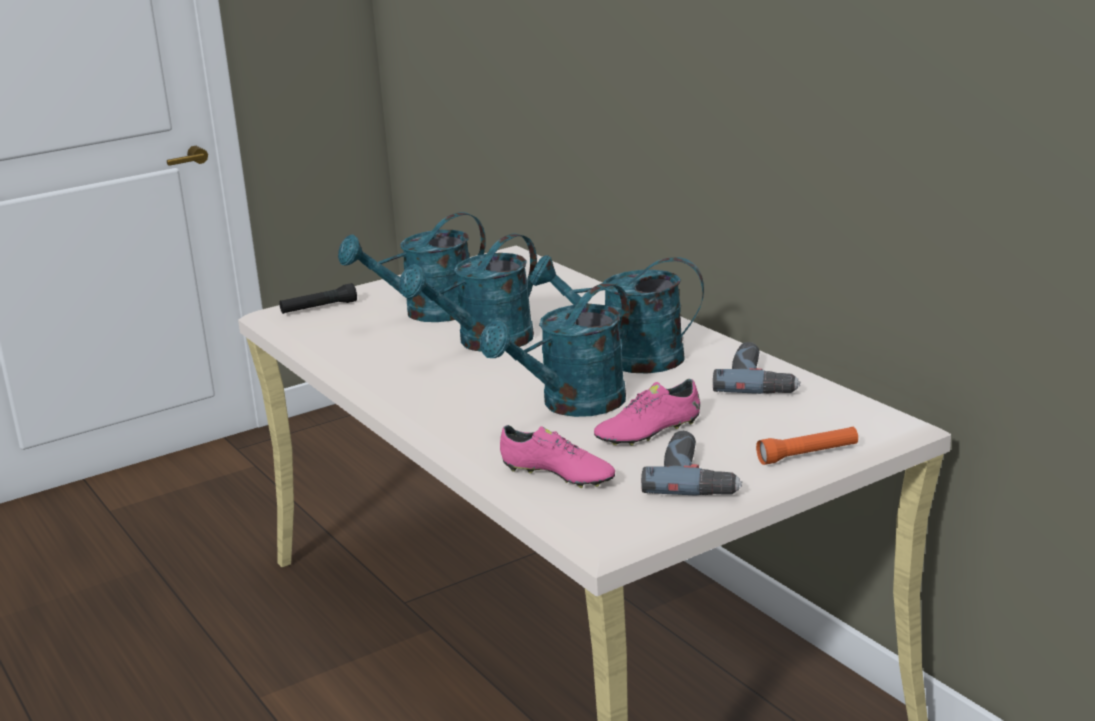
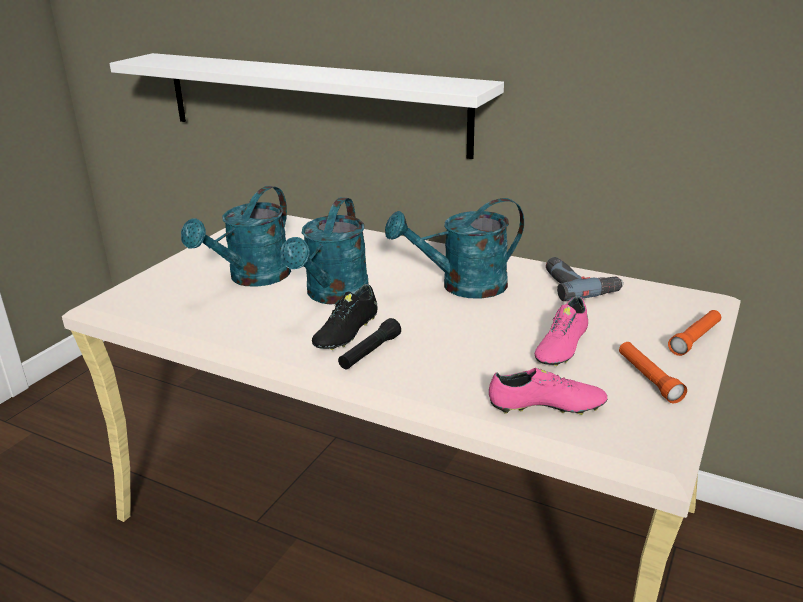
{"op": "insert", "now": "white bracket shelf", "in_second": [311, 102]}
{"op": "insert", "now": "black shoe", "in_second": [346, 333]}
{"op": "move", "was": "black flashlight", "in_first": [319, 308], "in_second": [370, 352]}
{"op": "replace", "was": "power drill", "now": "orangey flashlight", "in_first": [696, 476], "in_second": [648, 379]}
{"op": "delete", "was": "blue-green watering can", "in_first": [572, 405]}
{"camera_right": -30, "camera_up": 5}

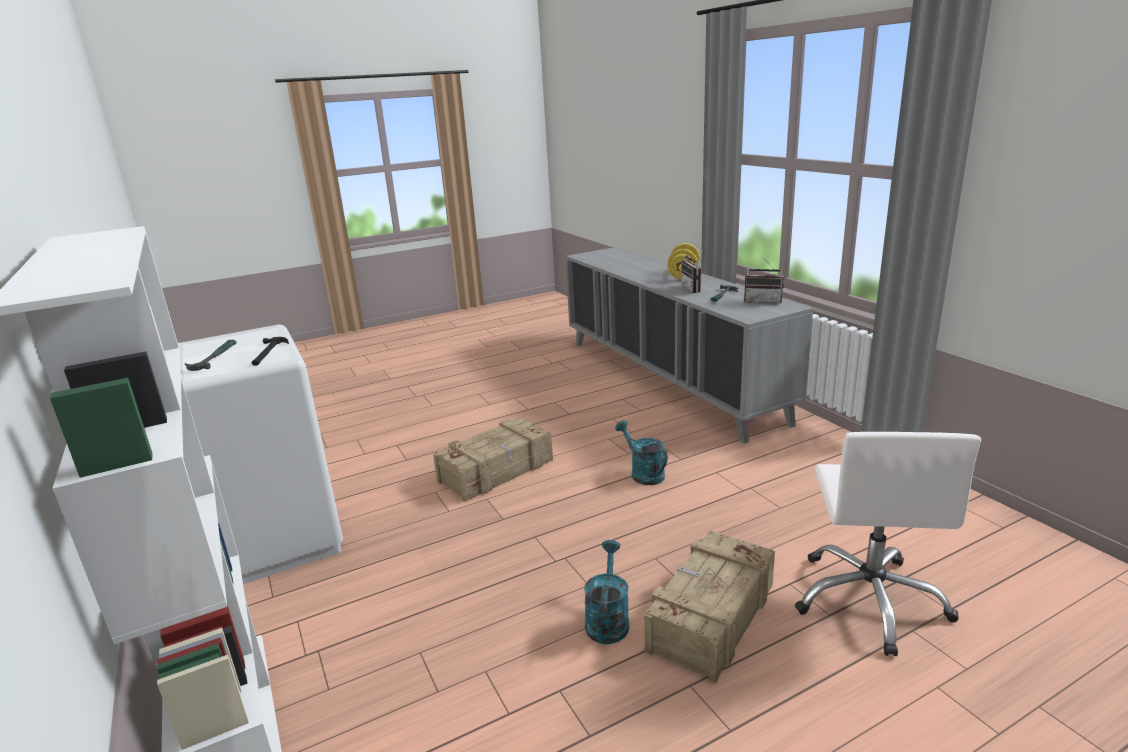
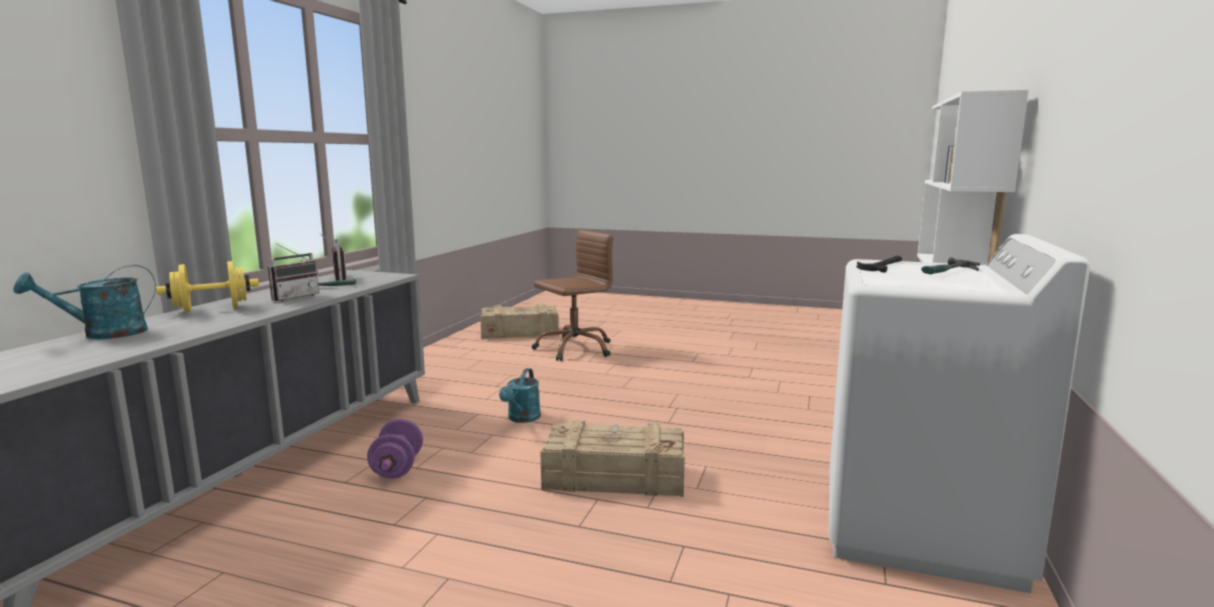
{"op": "move", "was": "blue-green watering can", "in_first": [607, 619], "in_second": [103, 334]}
{"op": "insert", "now": "purple-coloured hand weight", "in_second": [397, 468]}
{"op": "move", "was": "crate", "in_first": [710, 617], "in_second": [520, 333]}
{"op": "recolor", "was": "white office chair", "now": "brown office chair", "in_first": [870, 600], "in_second": [574, 349]}
{"camera_right": -135, "camera_up": -10}

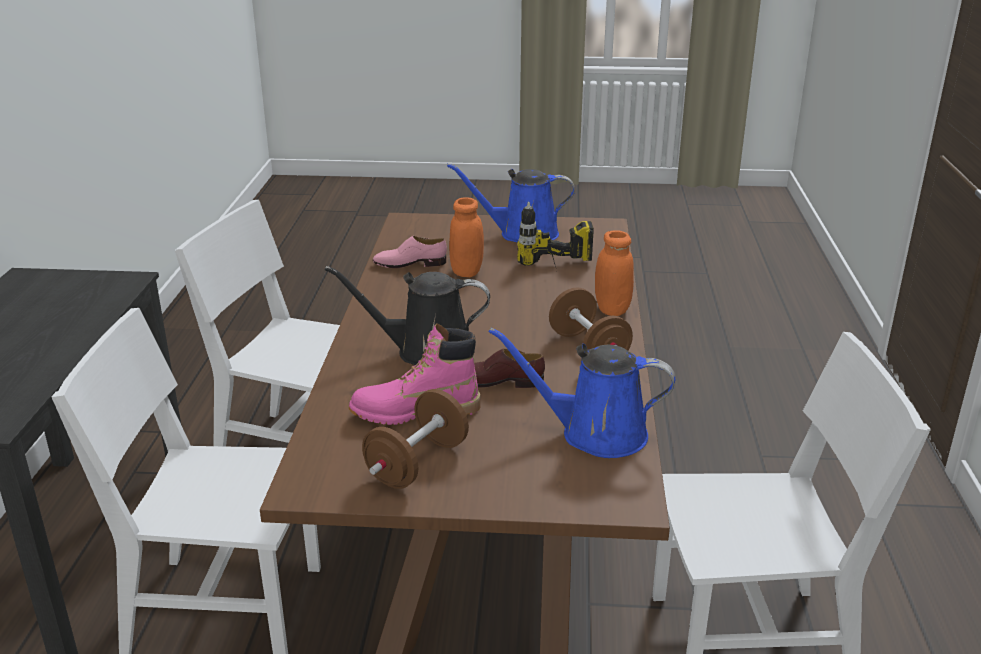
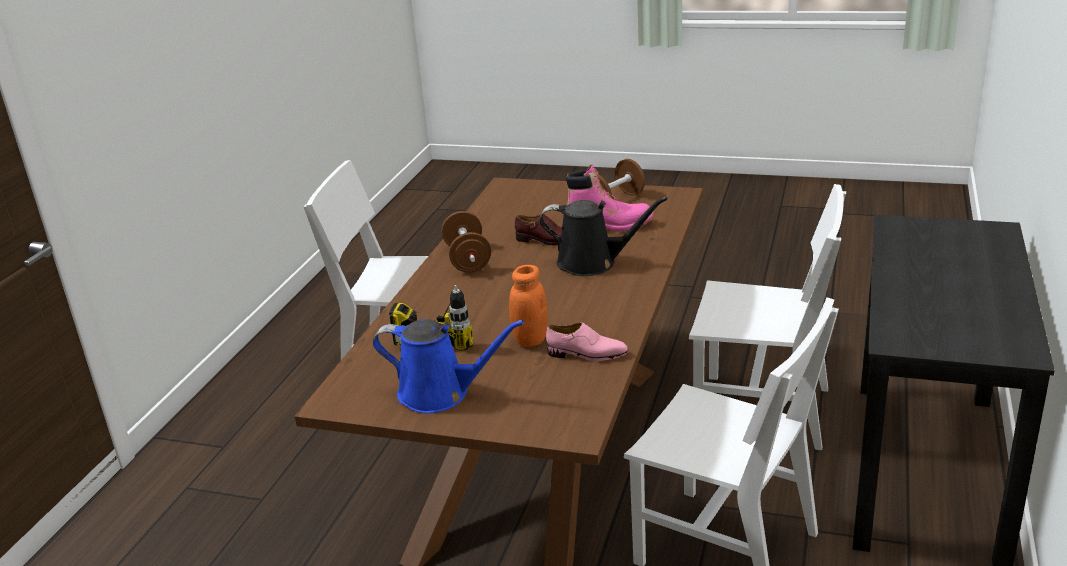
{"op": "delete", "was": "blue-coloured watering can", "in_first": [595, 433]}
{"op": "delete", "was": "orangey storage jar", "in_first": [612, 309]}
{"camera_right": -165, "camera_up": 0}

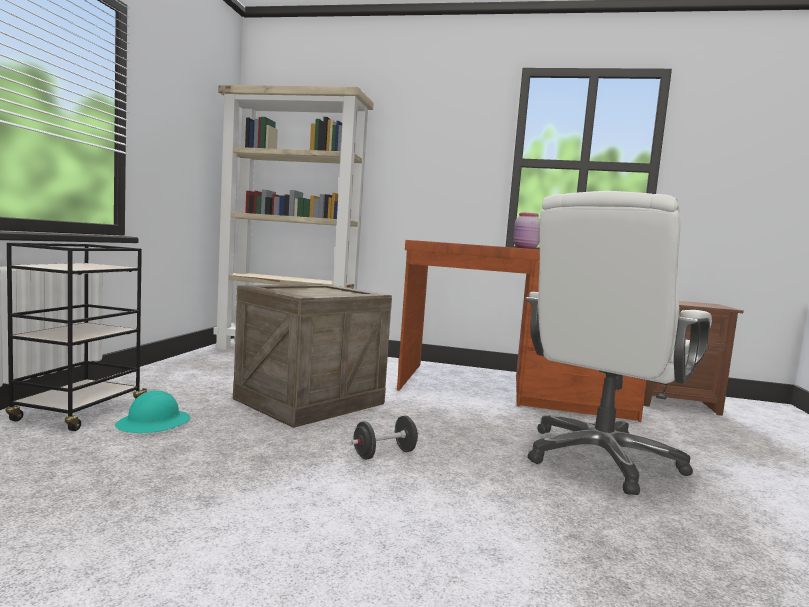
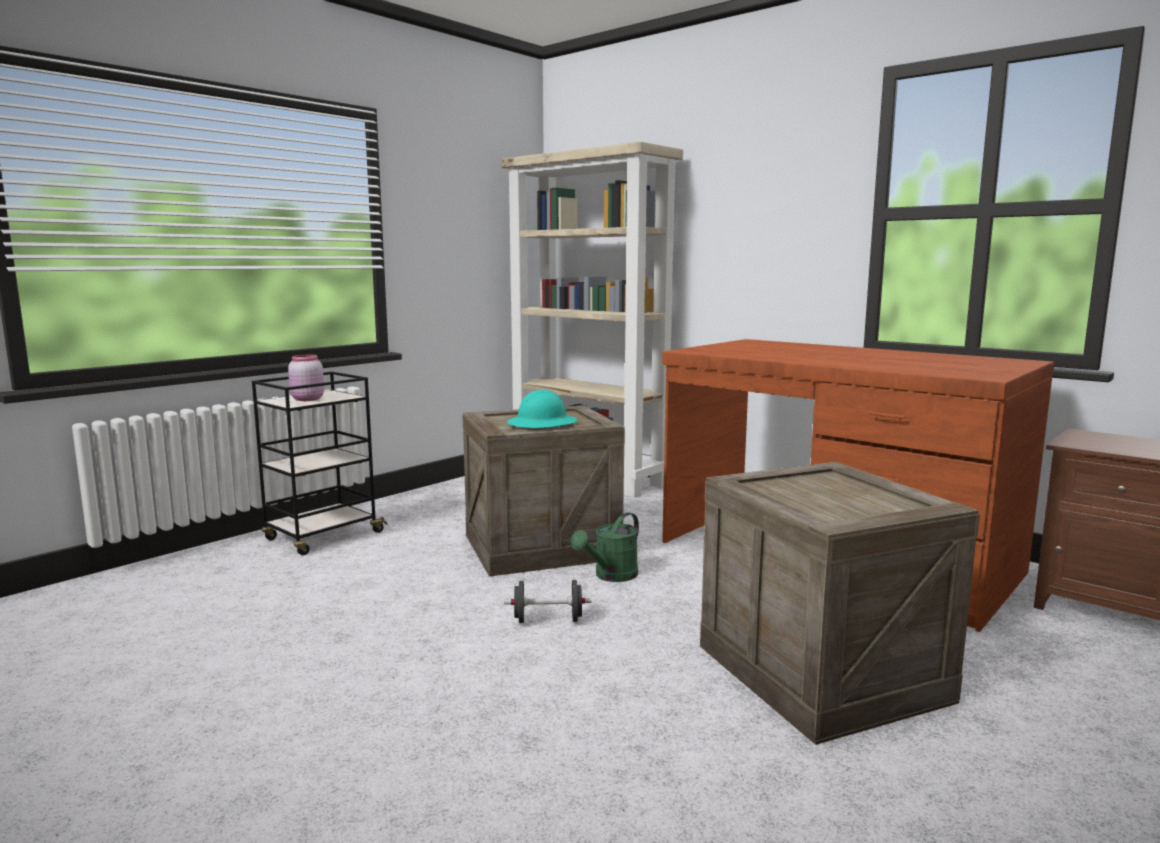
{"op": "move", "was": "pinkish storage jar", "in_first": [525, 248], "in_second": [306, 399]}
{"op": "move", "was": "blue-green hard hat", "in_first": [154, 423], "in_second": [542, 424]}
{"op": "insert", "now": "greenish watering can", "in_second": [611, 576]}
{"op": "replace", "was": "white office chair", "now": "crate", "in_first": [600, 458], "in_second": [818, 672]}
{"camera_right": 30, "camera_up": 5}

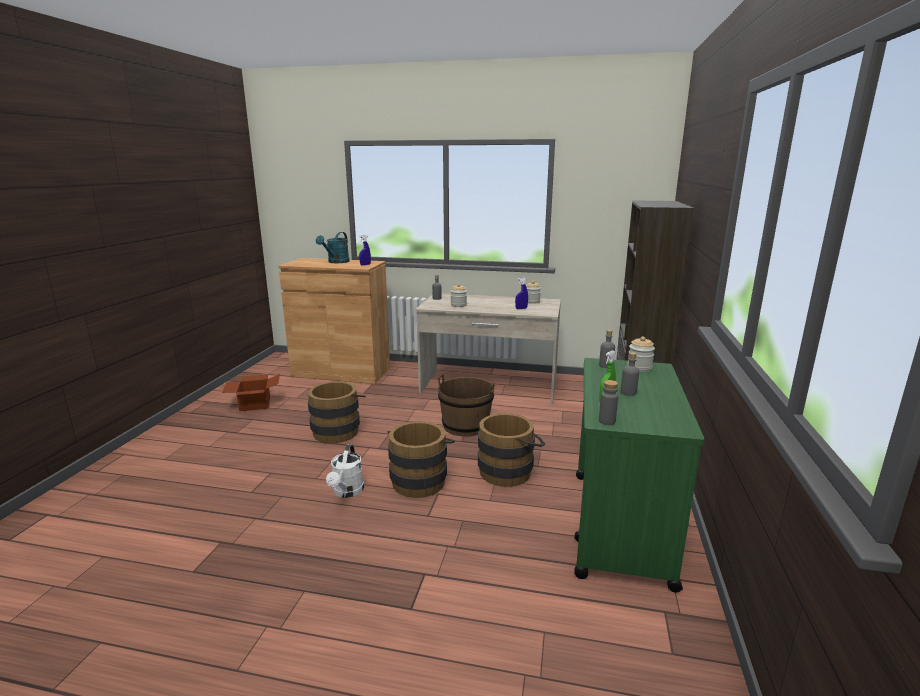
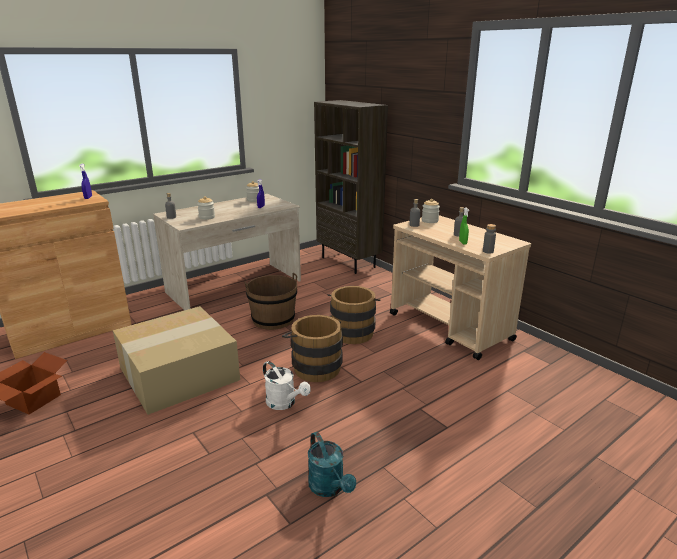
{"op": "replace", "was": "brown bucket", "now": "carton", "in_first": [337, 430], "in_second": [180, 372]}
{"op": "move", "was": "blue-green watering can", "in_first": [336, 262], "in_second": [329, 488]}
{"op": "recolor", "was": "greenish trolley", "now": "sand-coloured trolley", "in_first": [620, 526], "in_second": [450, 327]}
{"camera_right": -50, "camera_up": 5}

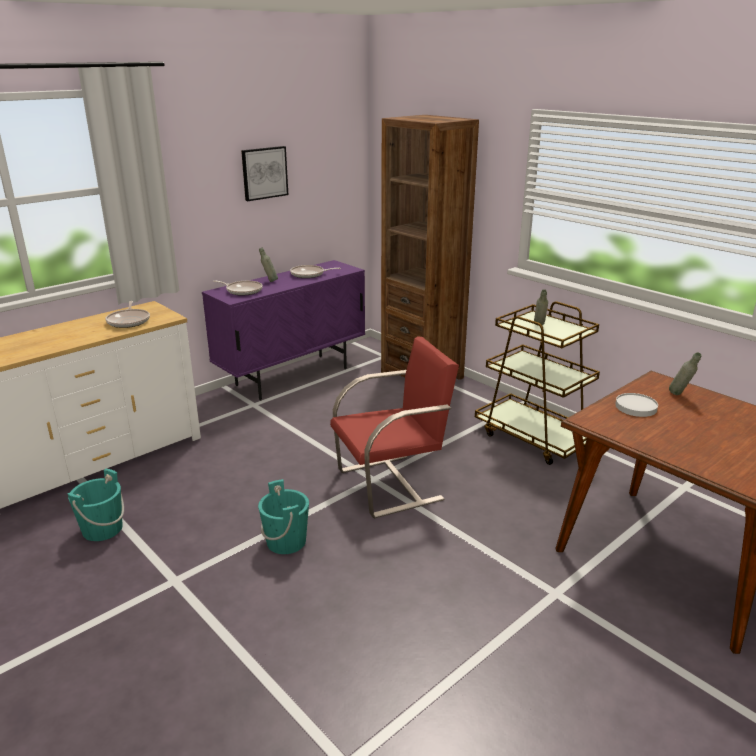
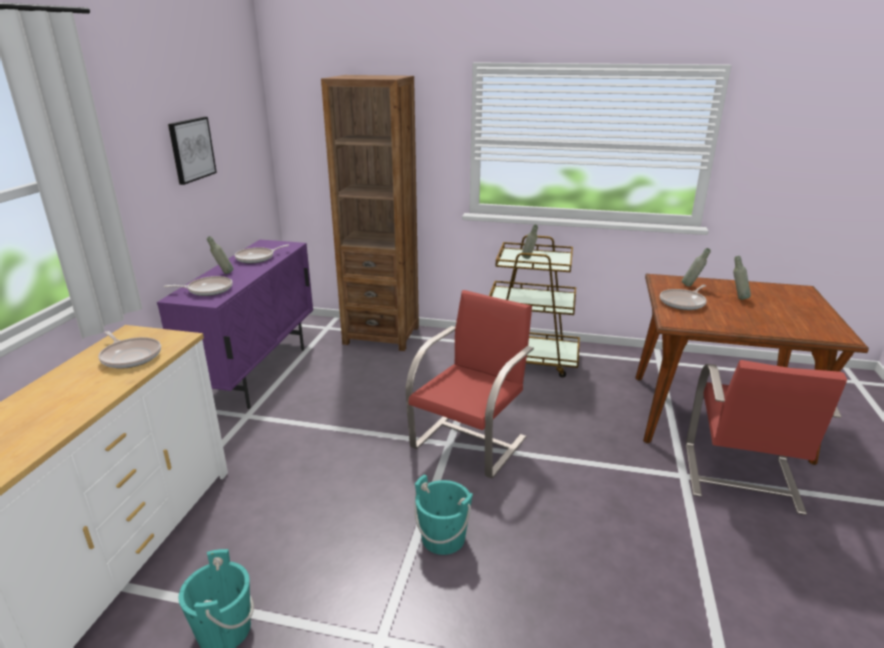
{"op": "replace", "was": "white flat dish", "now": "skillet", "in_first": [636, 407], "in_second": [683, 302]}
{"op": "insert", "now": "reddish chair", "in_second": [740, 478]}
{"op": "insert", "now": "greyish drink bottle", "in_second": [737, 298]}
{"camera_right": -35, "camera_up": 0}

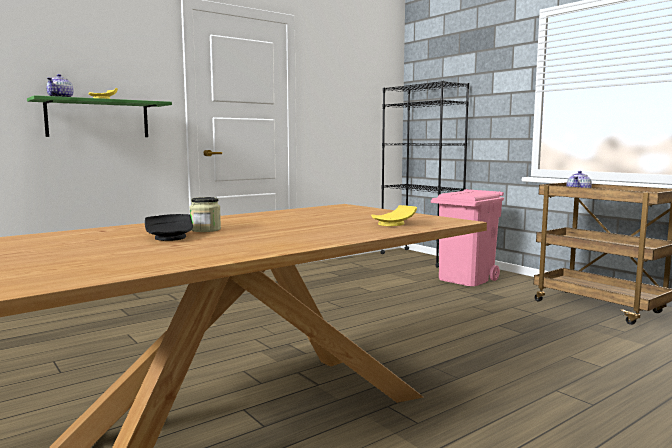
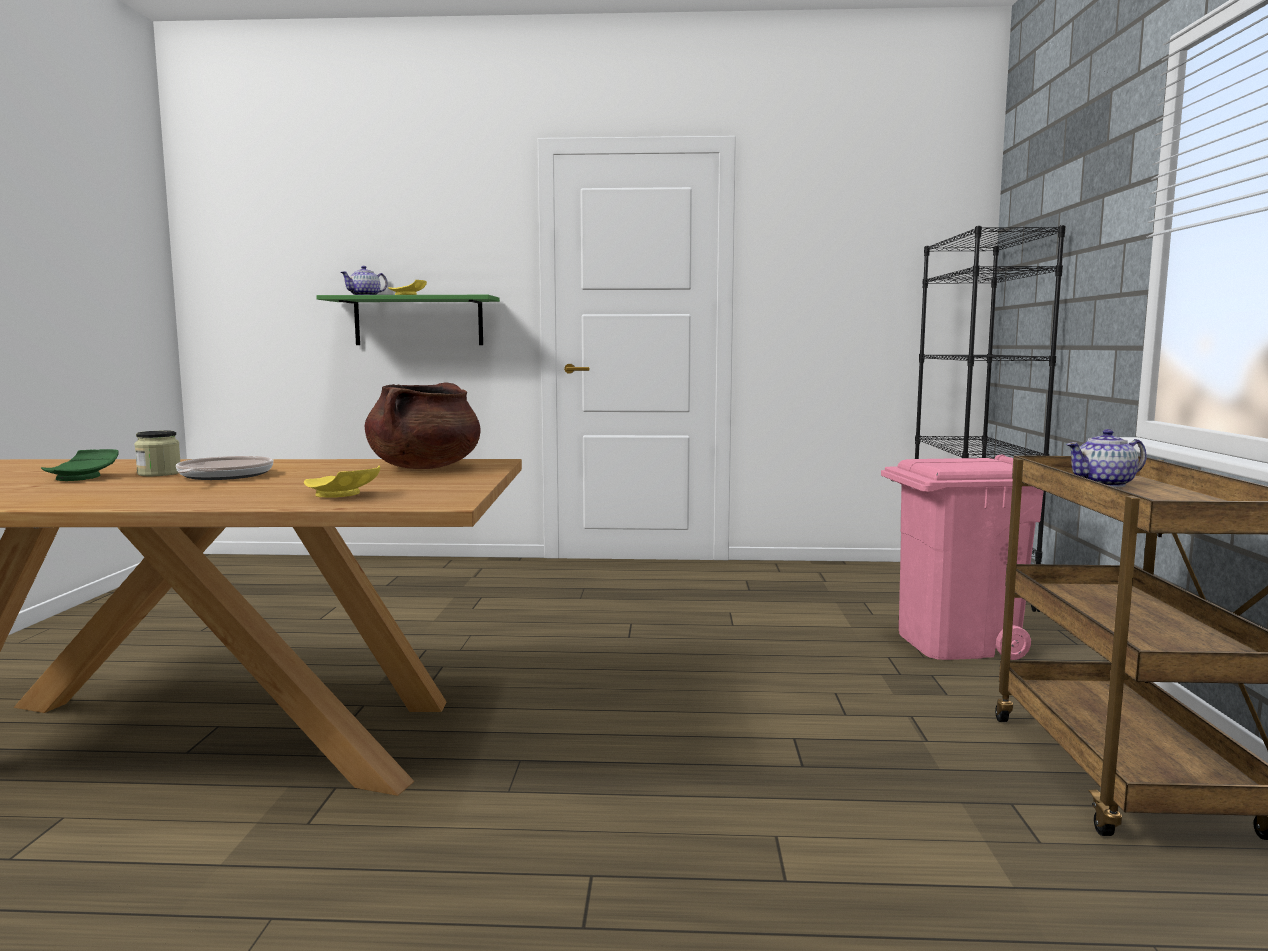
{"op": "recolor", "was": "black flat dish", "now": "greenish flat dish", "in_first": [170, 237], "in_second": [83, 477]}
{"op": "insert", "now": "skillet", "in_second": [223, 476]}
{"op": "insert", "now": "brown cooking pot", "in_second": [425, 468]}
{"camera_right": 40, "camera_up": 0}

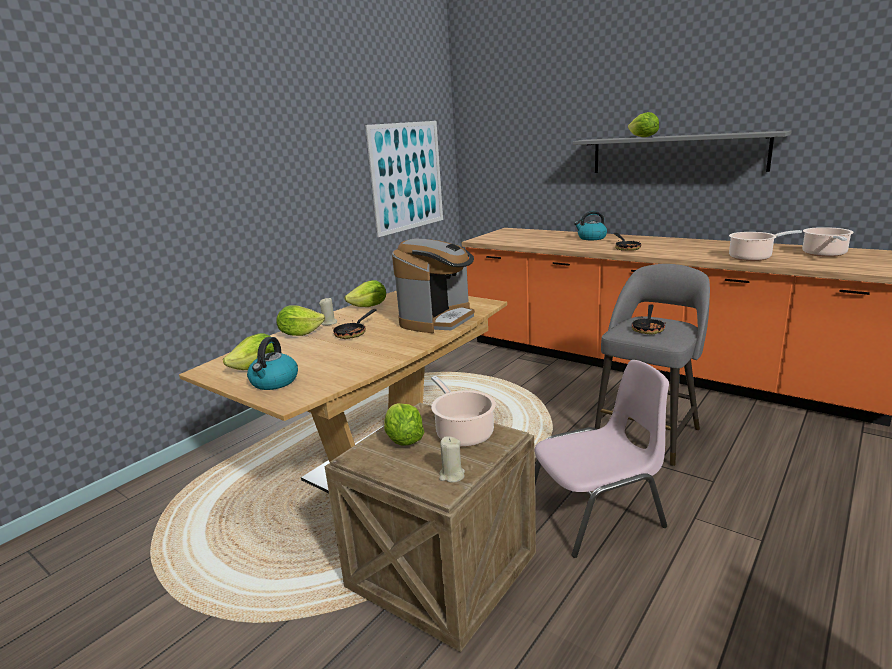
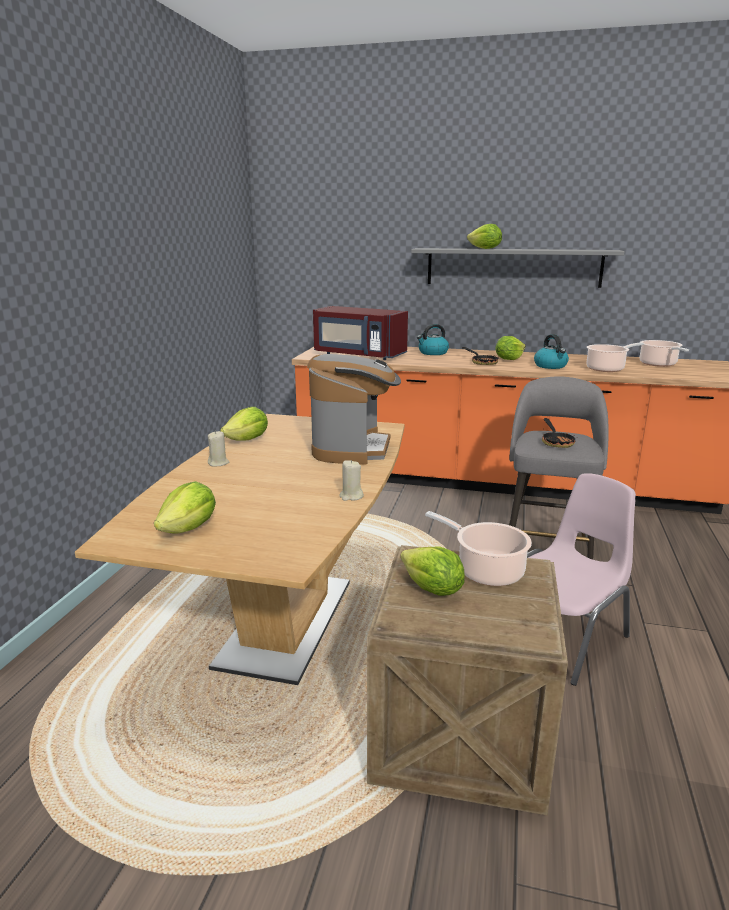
{"op": "insert", "now": "reddish microwave", "in_second": [358, 355]}
{"op": "move", "was": "sand-coloured candle", "in_first": [451, 475], "in_second": [351, 496]}
{"op": "move", "was": "head of lettuce", "in_first": [300, 333], "in_second": [509, 359]}
{"op": "move", "was": "kettle", "in_first": [274, 382], "in_second": [551, 366]}
{"op": "delete", "was": "skillet", "in_first": [353, 333]}
{"op": "delete", "was": "picture", "in_first": [407, 176]}
{"camera_right": -25, "camera_up": 0}

